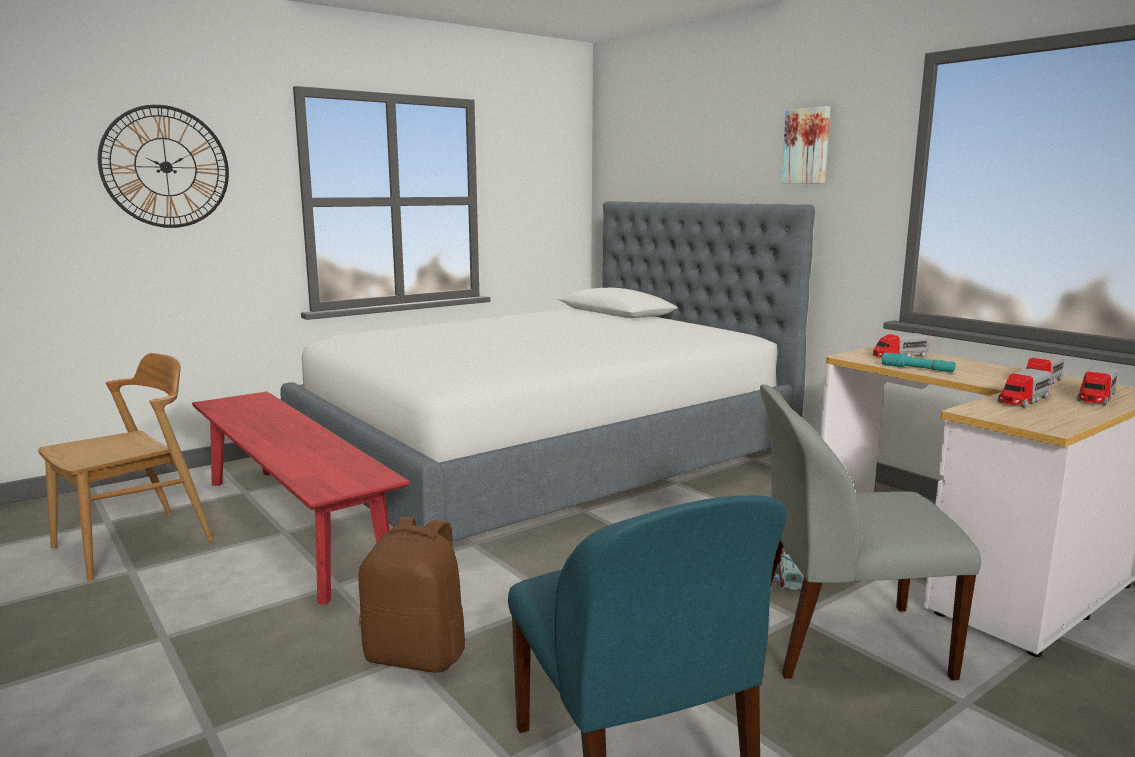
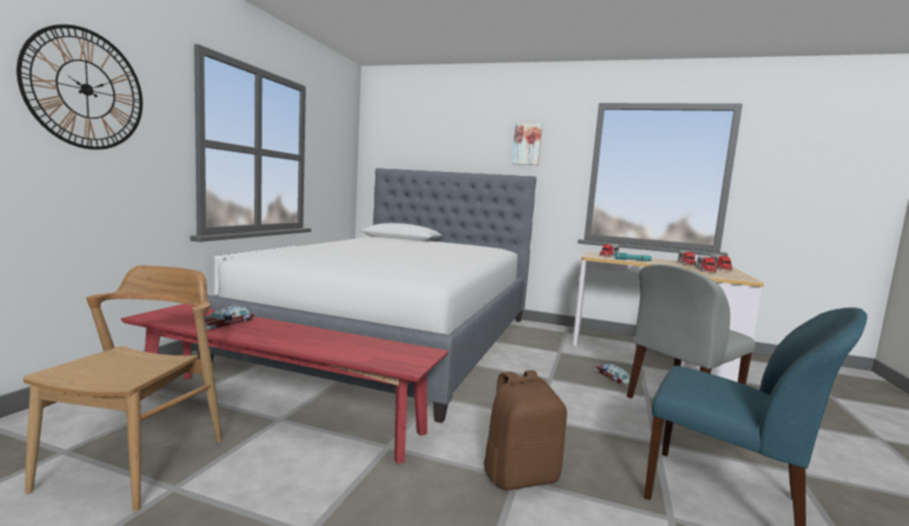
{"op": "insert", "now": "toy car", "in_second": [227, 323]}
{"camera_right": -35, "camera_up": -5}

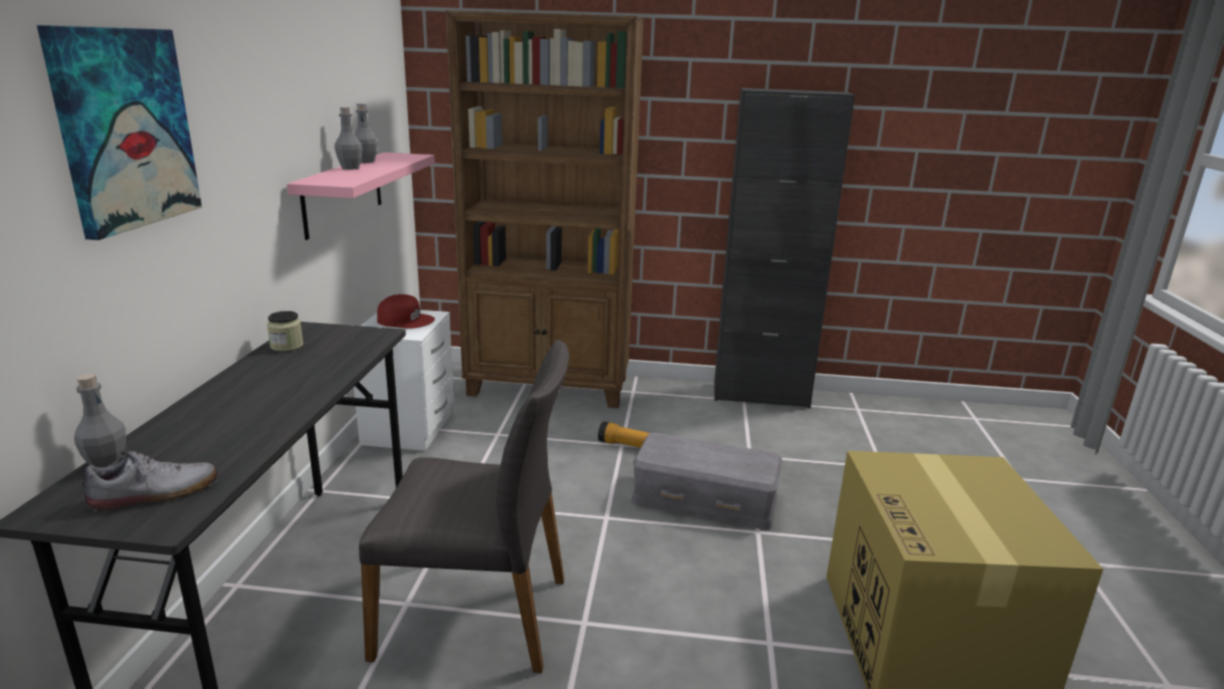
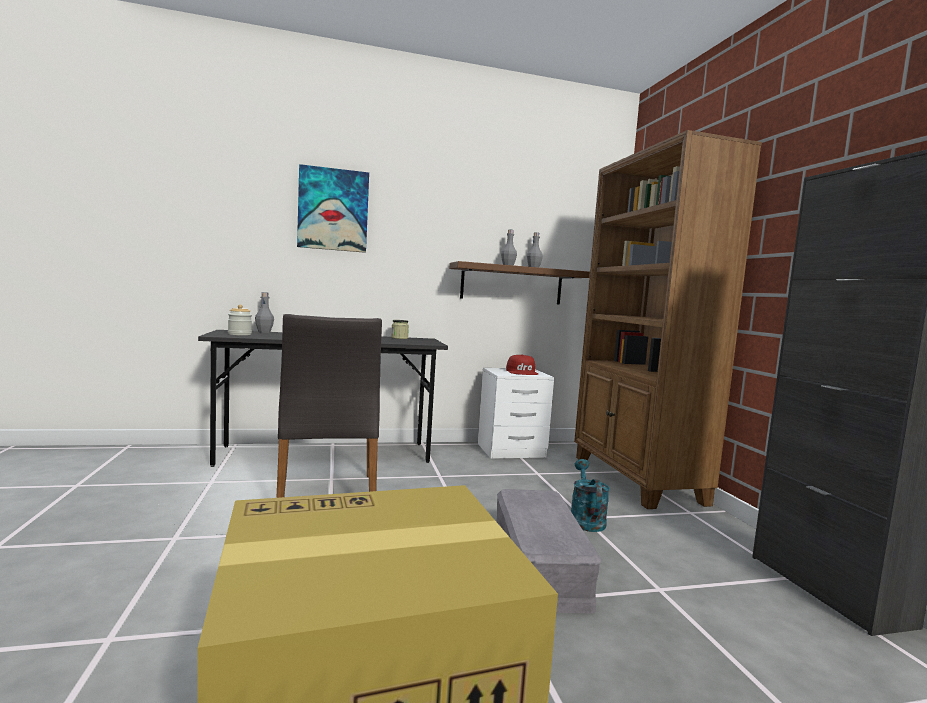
{"op": "replace", "was": "shoe", "now": "storage jar", "in_first": [154, 493], "in_second": [239, 334]}
{"op": "recolor", "was": "pinkish bracket shelf", "now": "brown bracket shelf", "in_first": [343, 193], "in_second": [512, 284]}
{"op": "replace", "was": "flashlight", "now": "blue-green watering can", "in_first": [625, 445], "in_second": [585, 519]}
{"camera_right": 70, "camera_up": -15}

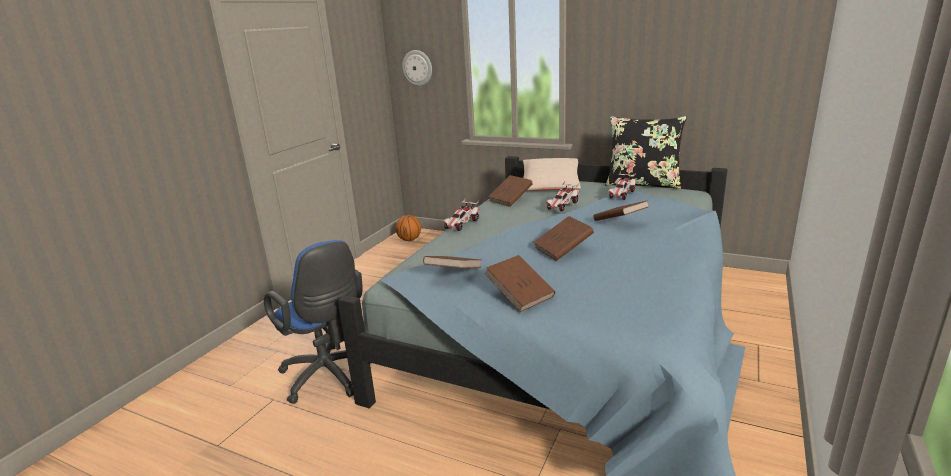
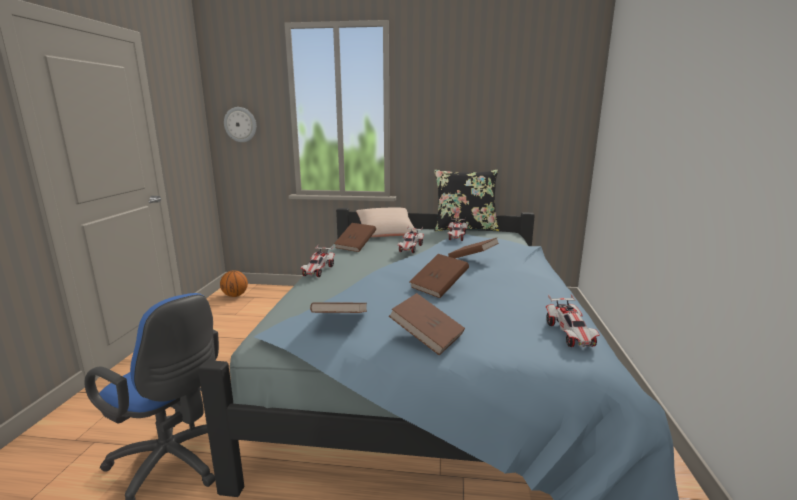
{"op": "insert", "now": "toy car", "in_second": [570, 334]}
{"camera_right": -20, "camera_up": -5}

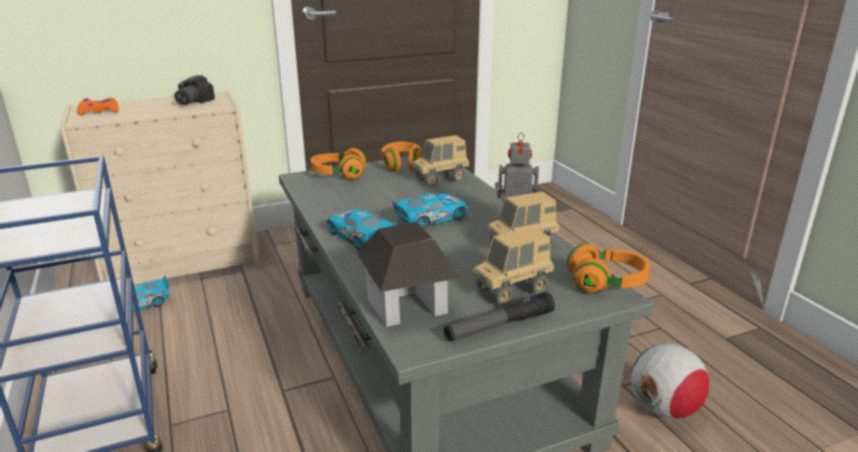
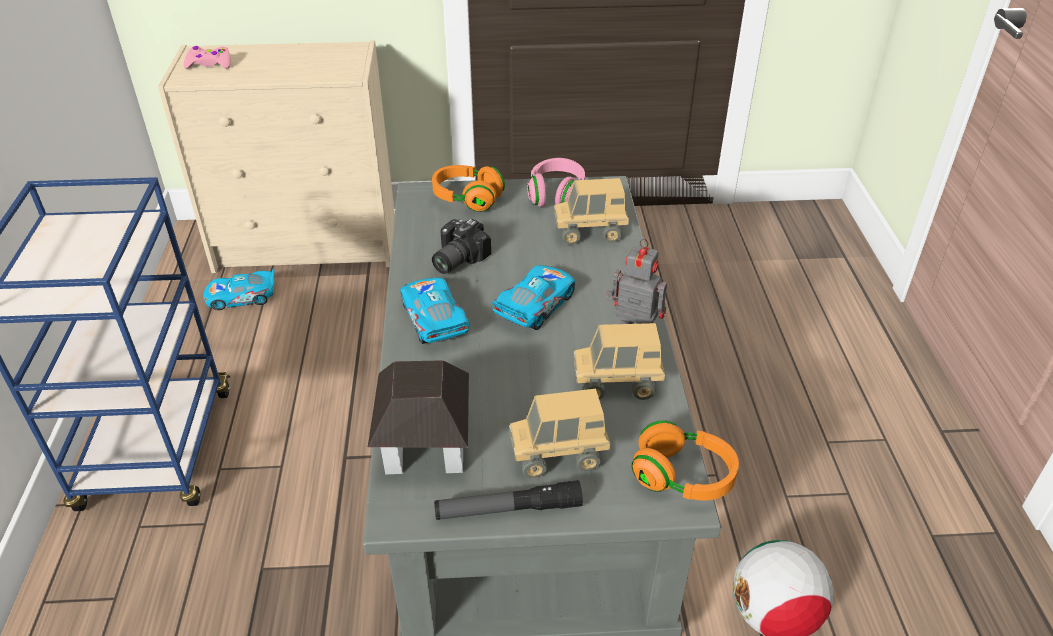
{"op": "recolor", "was": "orangey game controller", "now": "pinkish game controller", "in_first": [99, 111], "in_second": [209, 64]}
{"op": "move", "was": "photo camera", "in_first": [190, 102], "in_second": [455, 259]}
{"op": "rotate", "was": "toy car", "in_first": [431, 218], "in_second": [535, 306], "clockwise": -45}
{"op": "recolor", "was": "orangey headphones", "now": "pinkish headphones", "in_first": [402, 165], "in_second": [556, 195]}
{"camera_right": 20, "camera_up": 15}

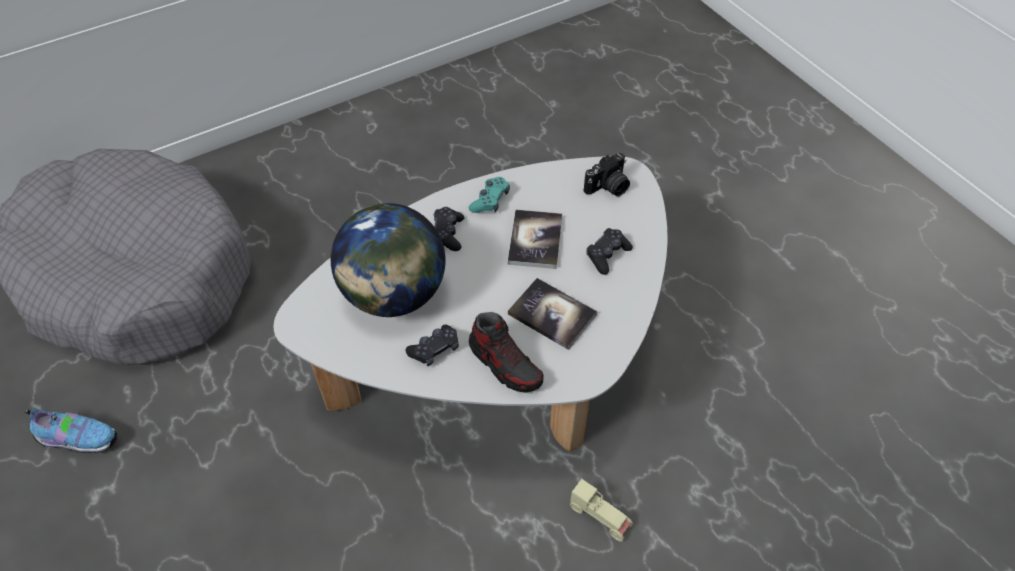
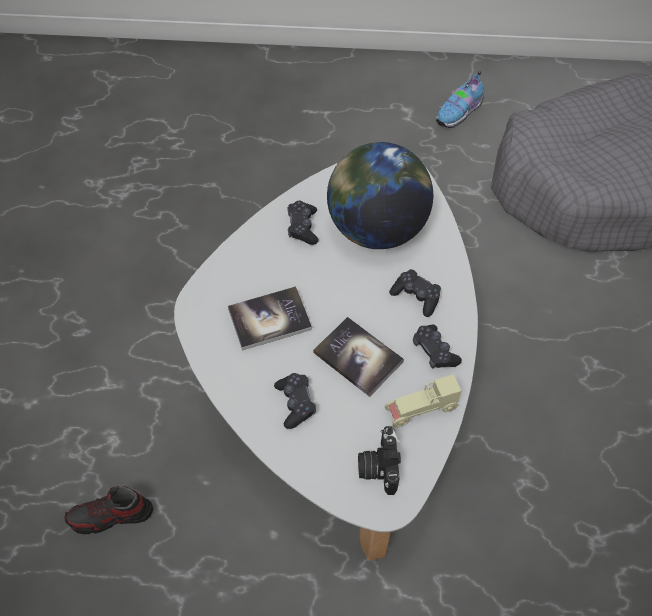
{"op": "move", "was": "shoe", "in_first": [505, 364], "in_second": [111, 516]}
{"op": "move", "was": "sand-coloured toy car", "in_first": [600, 516], "in_second": [420, 410]}
{"op": "recolor", "was": "blue-green game controller", "now": "black game controller", "in_first": [490, 200], "in_second": [434, 351]}
{"camera_right": 125, "camera_up": 5}

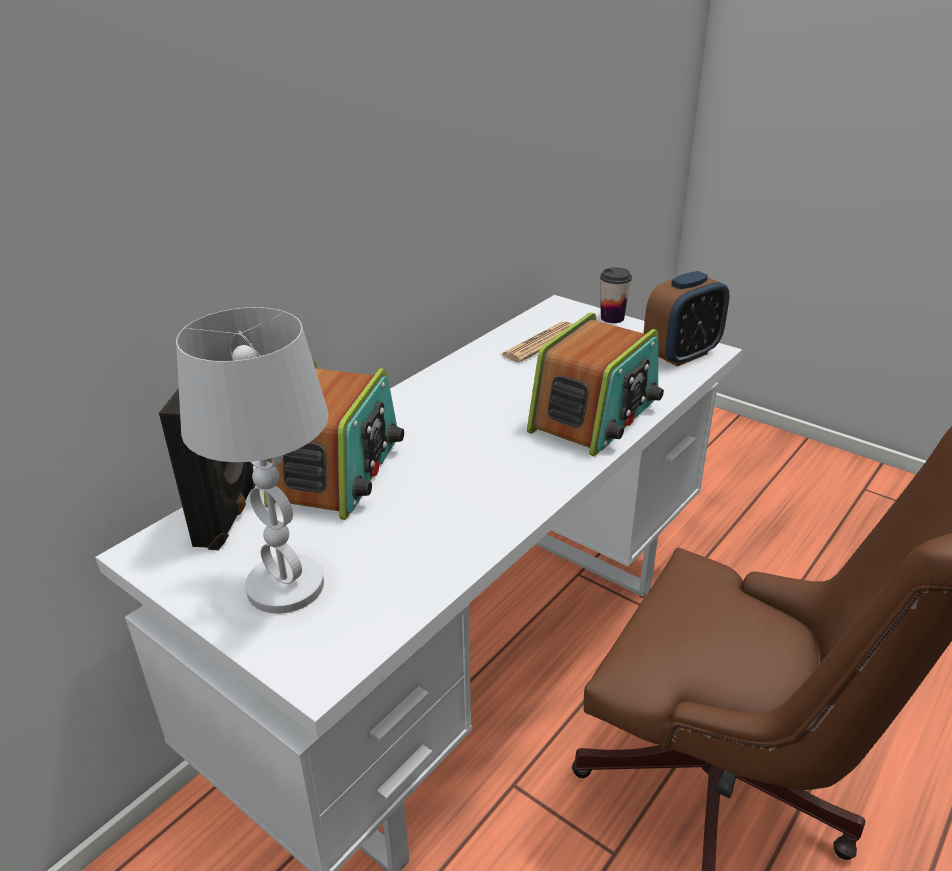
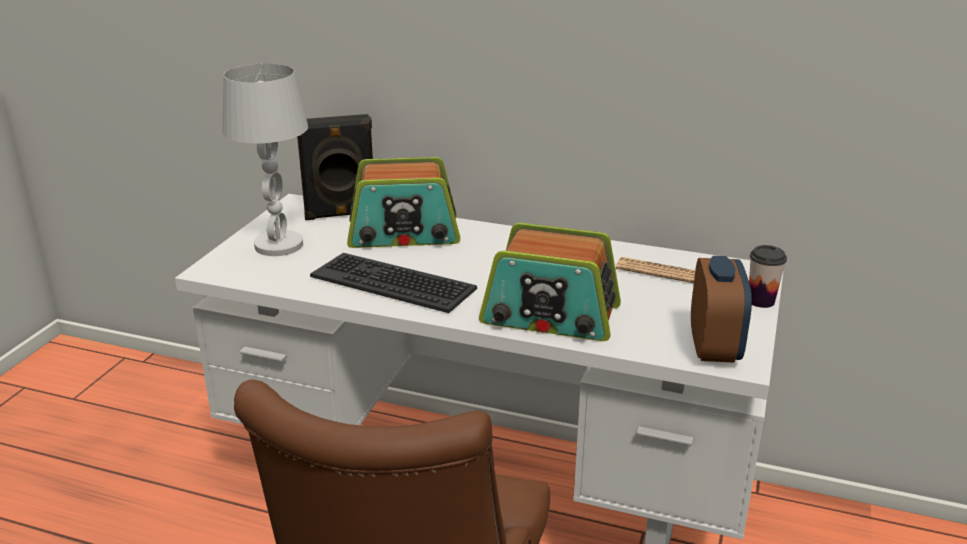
{"op": "insert", "now": "keyboard", "in_second": [393, 283]}
{"op": "rotate", "was": "bedside clock", "in_first": [681, 355], "in_second": [714, 348], "clockwise": -120}
{"camera_right": 70, "camera_up": -5}

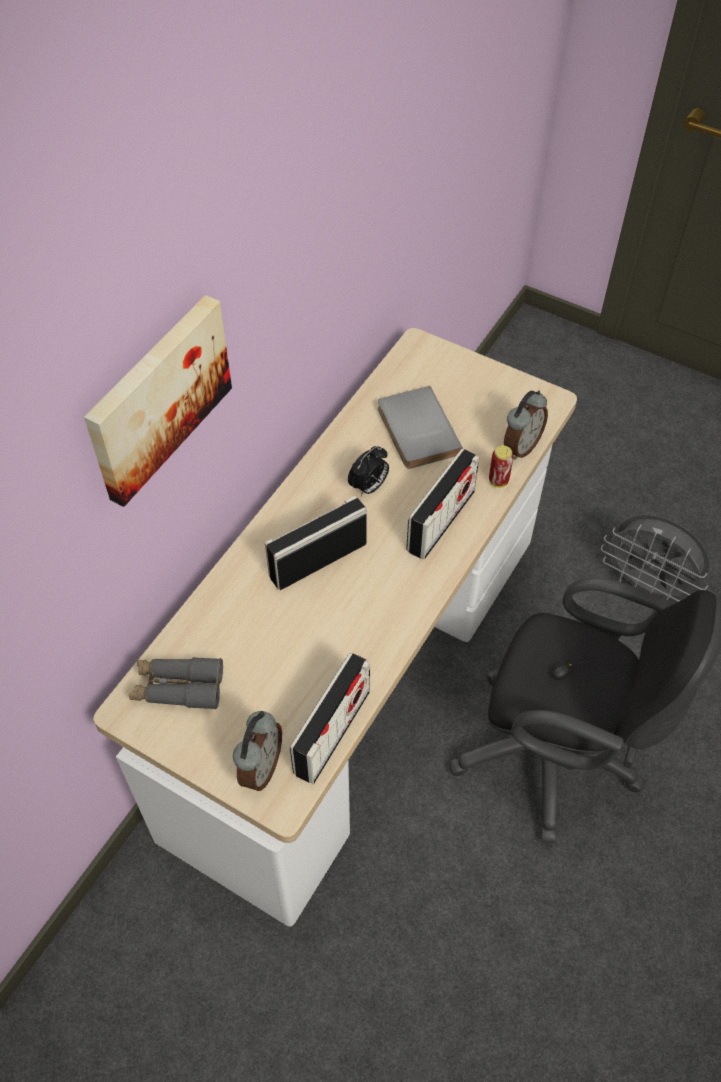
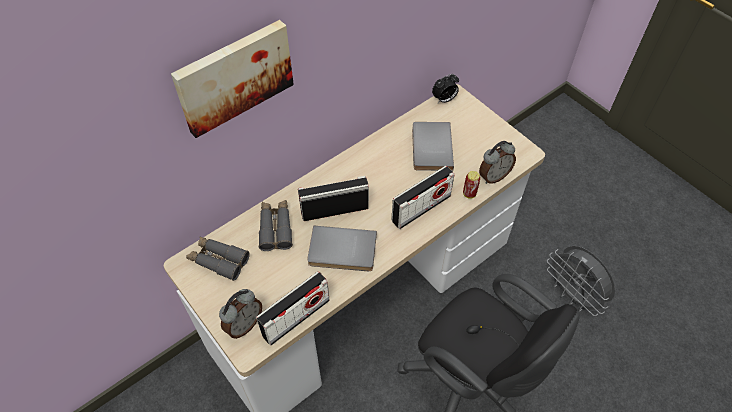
{"op": "insert", "now": "greyish field glasses", "in_second": [275, 228]}
{"op": "insert", "now": "greyish bound book", "in_second": [342, 252]}
{"op": "move", "was": "bedside clock", "in_first": [368, 487], "in_second": [444, 100]}
{"camera_right": 20, "camera_up": 0}

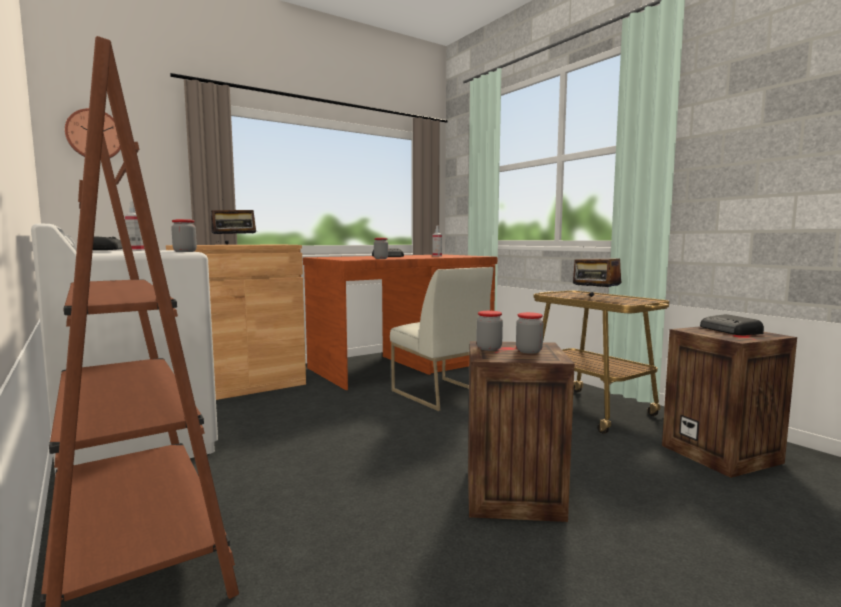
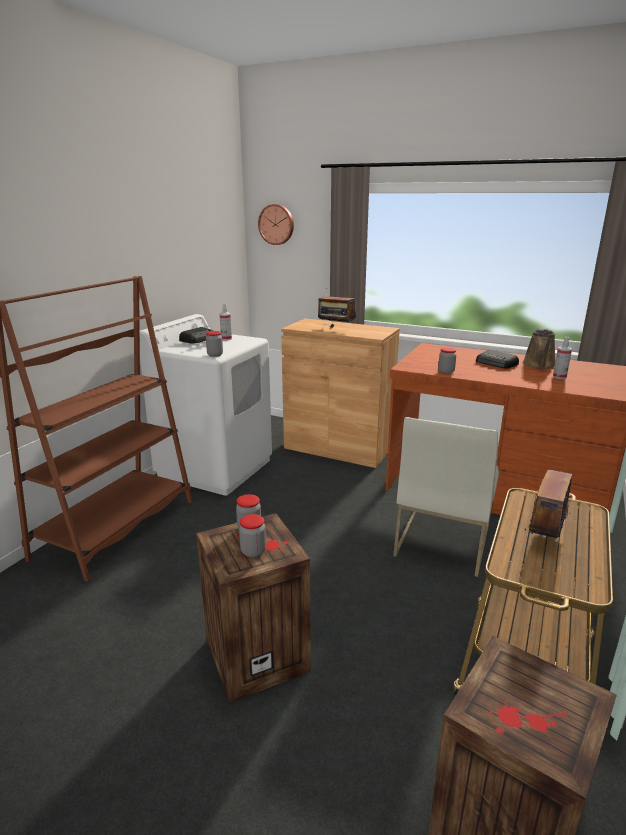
{"op": "insert", "now": "brown watering can", "in_second": [539, 365]}
{"op": "delete", "was": "radio receiver", "in_first": [730, 331]}
{"camera_right": 60, "camera_up": 15}

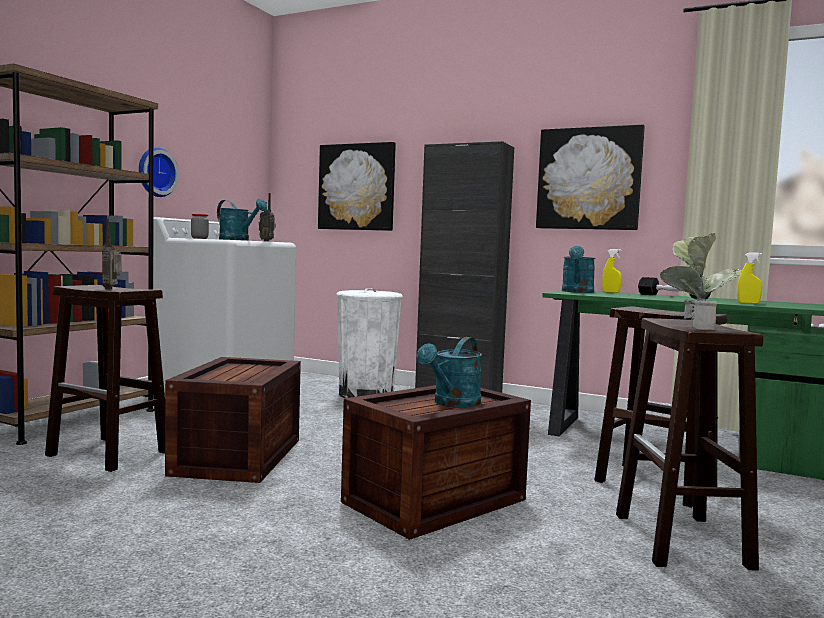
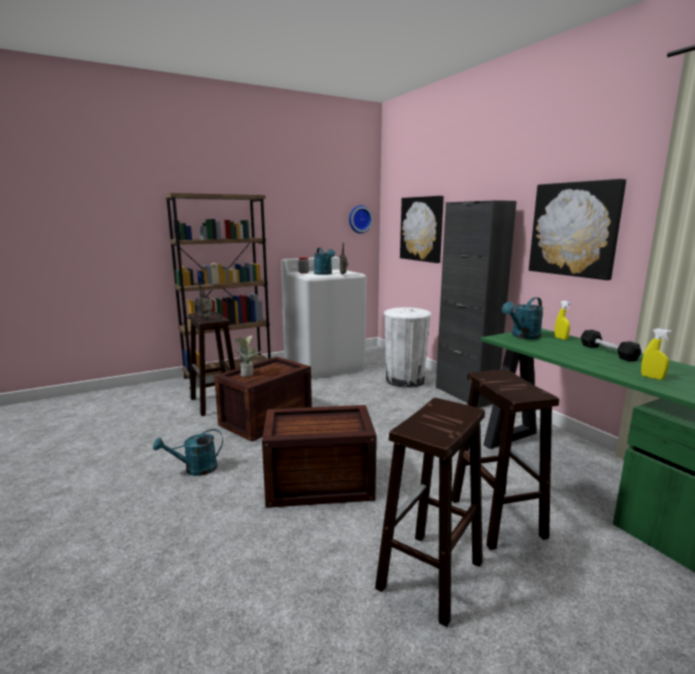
{"op": "move", "was": "blue-green watering can", "in_first": [453, 404], "in_second": [195, 469]}
{"op": "move", "was": "plant in a pot", "in_first": [694, 327], "in_second": [248, 373]}
{"op": "move", "was": "wall clock", "in_first": [155, 172], "in_second": [359, 219]}
{"camera_right": 35, "camera_up": 10}

